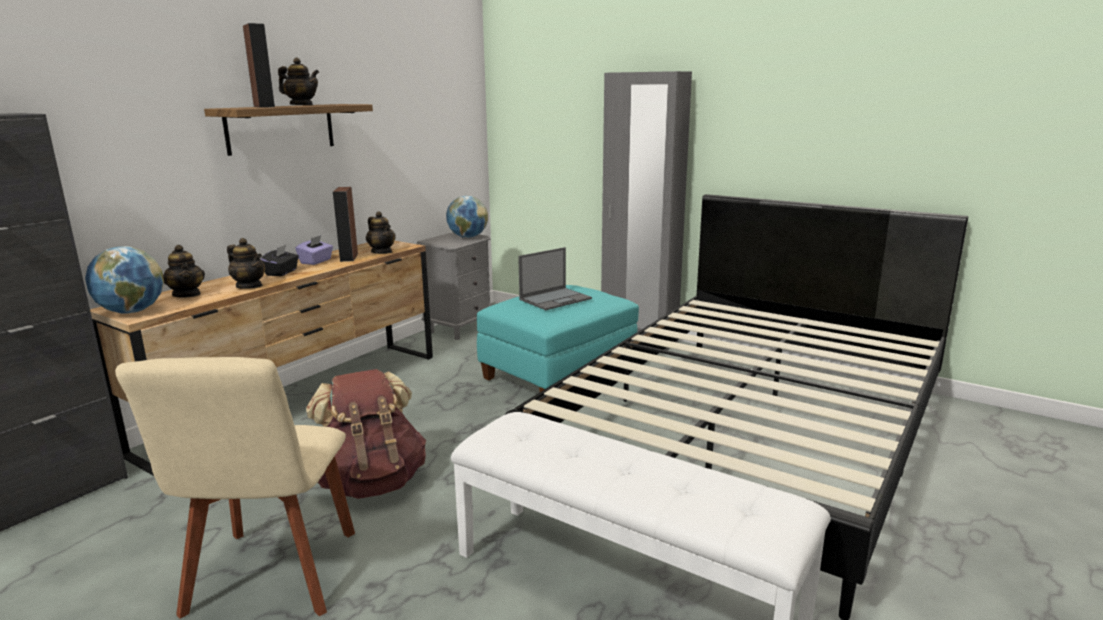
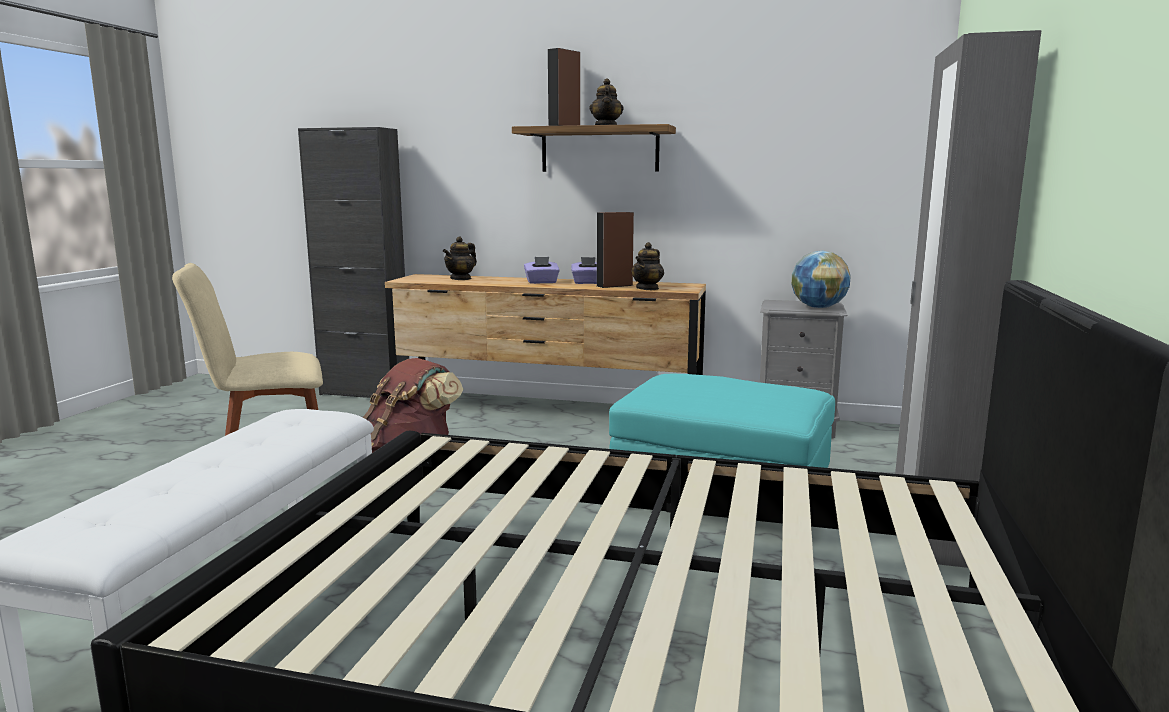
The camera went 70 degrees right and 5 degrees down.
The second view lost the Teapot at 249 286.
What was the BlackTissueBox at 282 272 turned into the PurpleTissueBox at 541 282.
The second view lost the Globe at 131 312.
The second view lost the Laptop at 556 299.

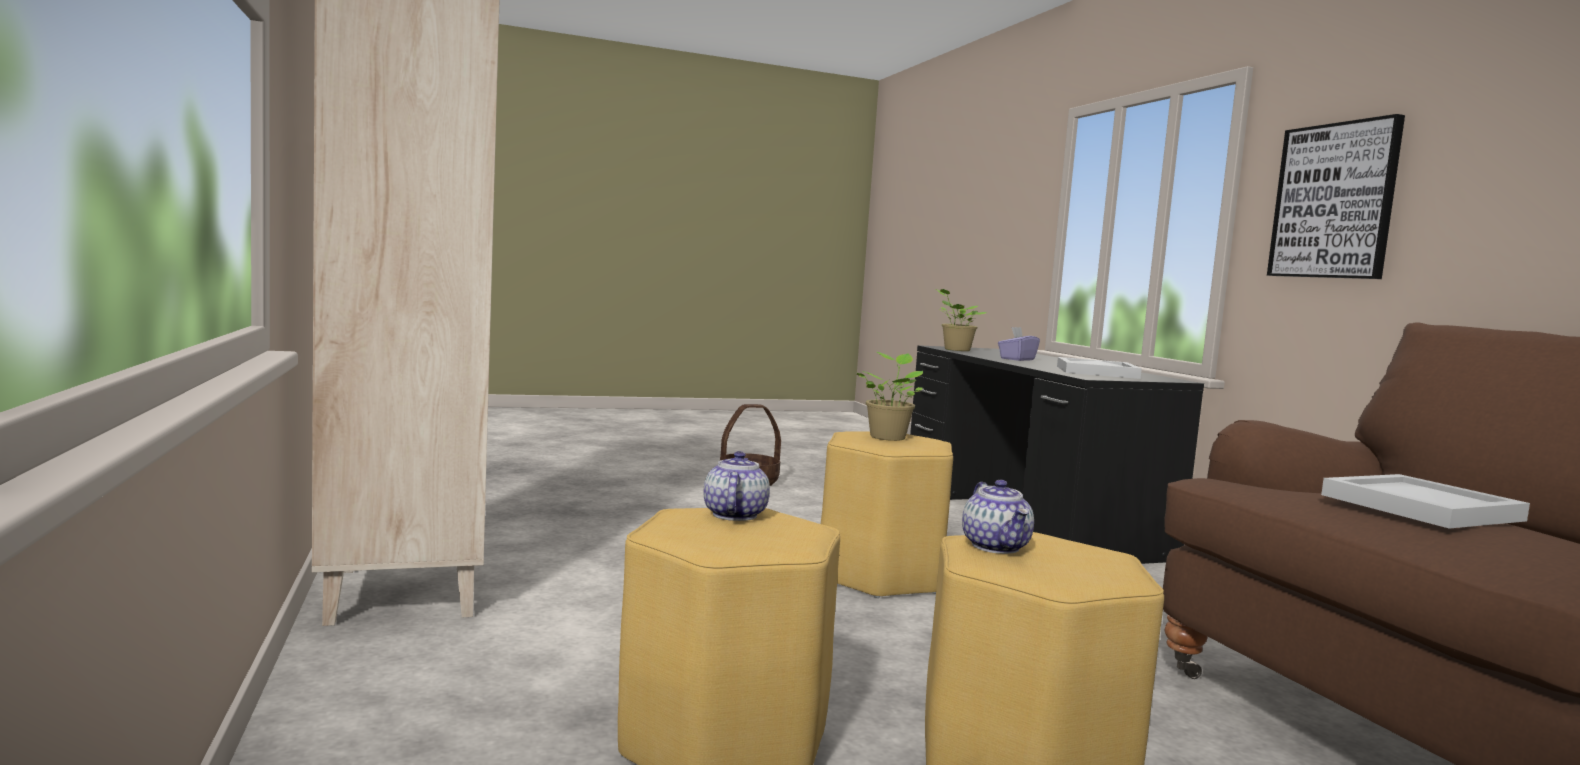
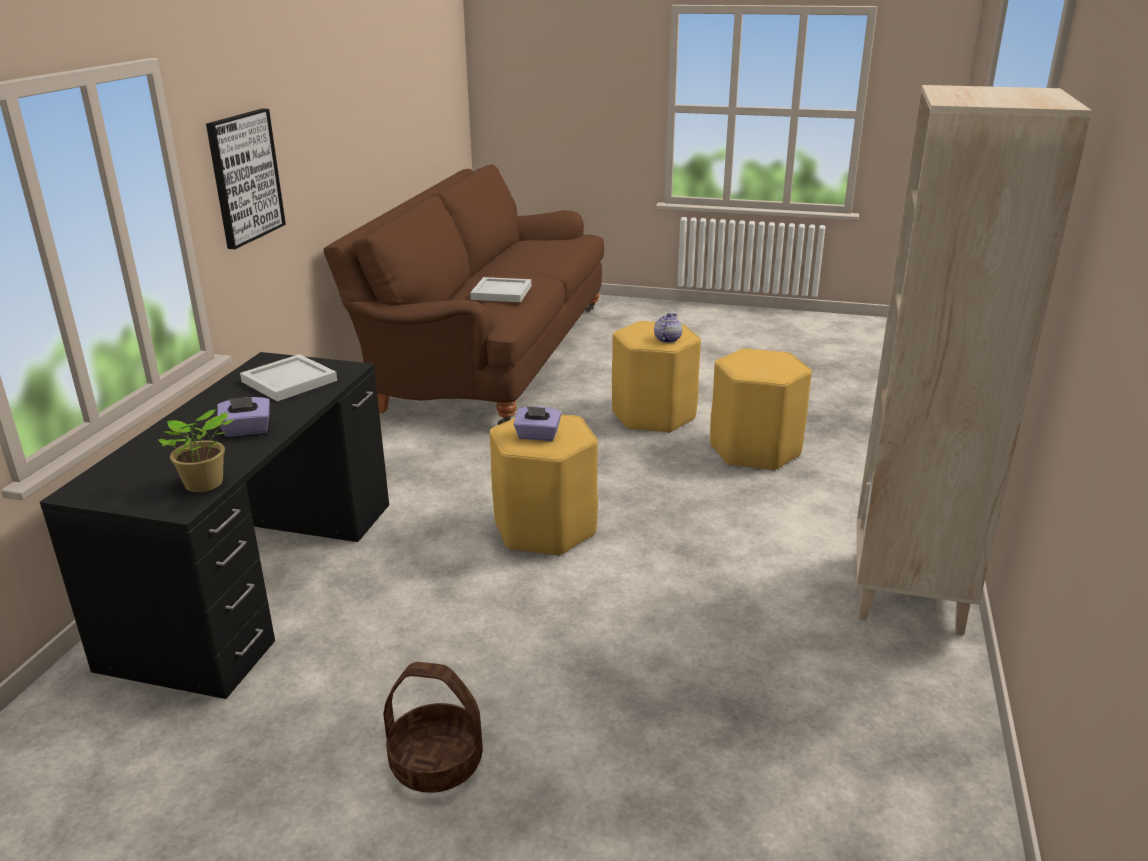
The camera went 145 degrees left and 20 degrees up.
Where the PottedPlant stood at 888 437, the PurpleTissueBox came to stand at 537 436.
The second view lost the Teapot at 734 515.

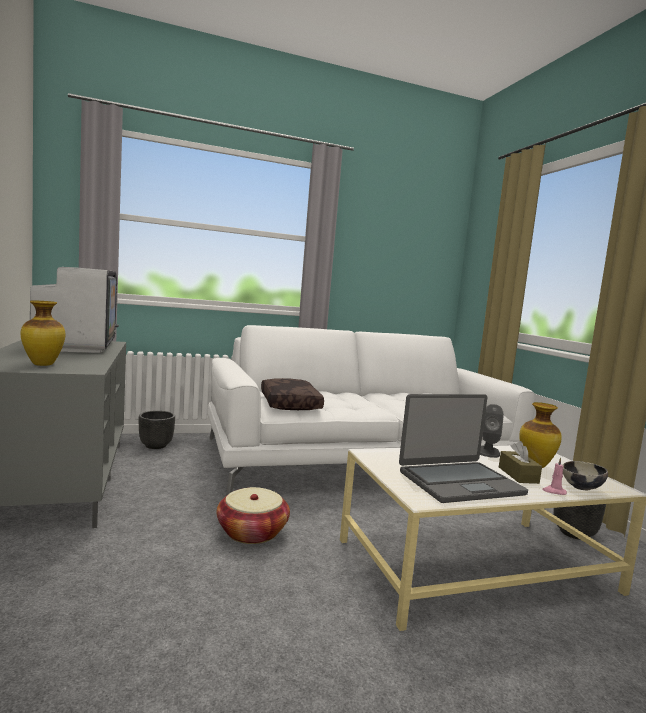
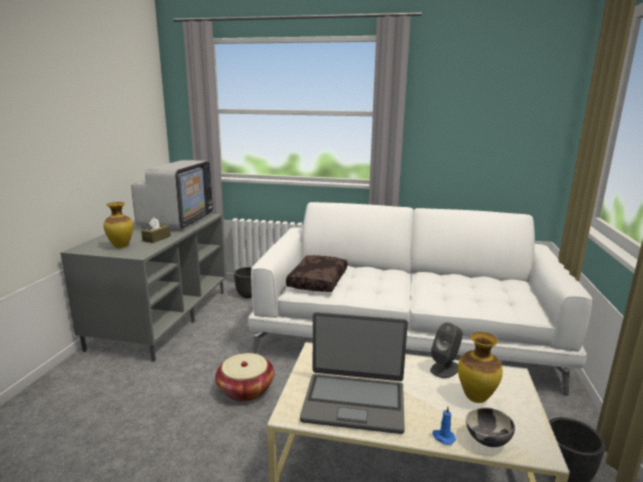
The camera went 30 degrees right and 10 degrees up.
The BrownTissueBox ended up elsewhere, having gone from 518 475 to 156 238.
What was the PinkCandle at 554 491 turned into the BlueCandle at 443 437.

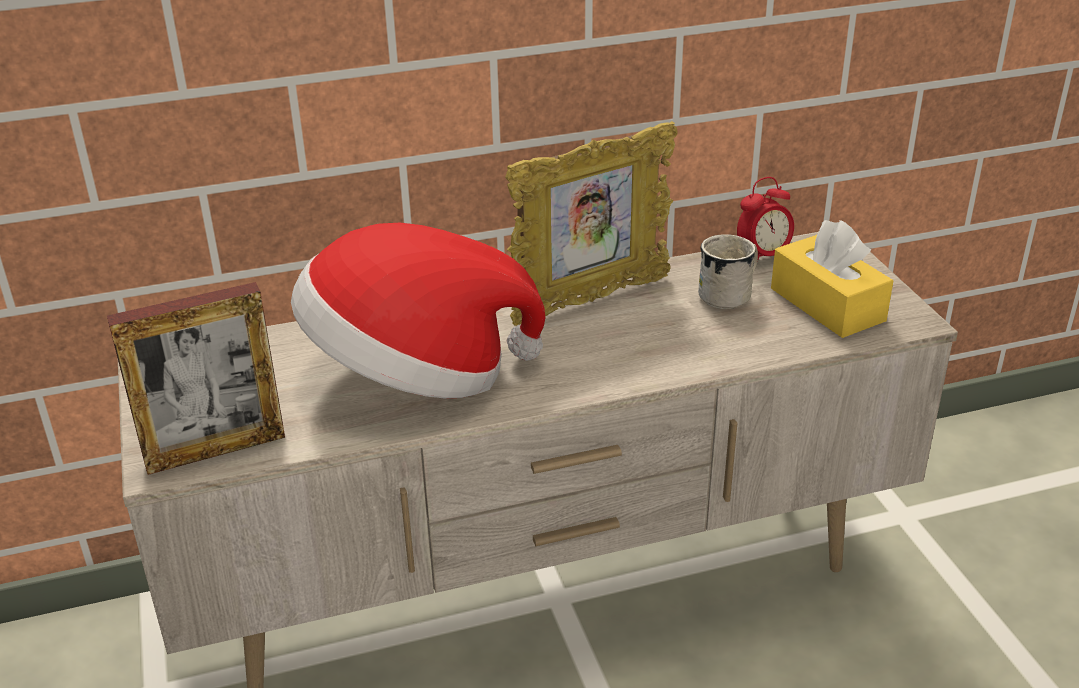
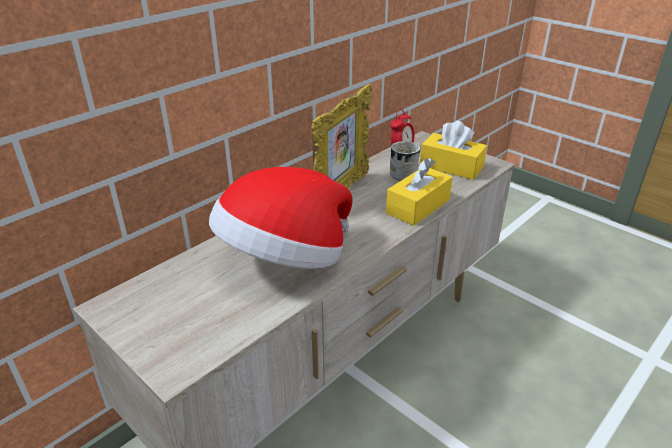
The camera went 30 degrees left and 0 degrees up.
The second view lost the PictureFrame at 215 450.
The second view gained the YellowTissueBox at 418 206.

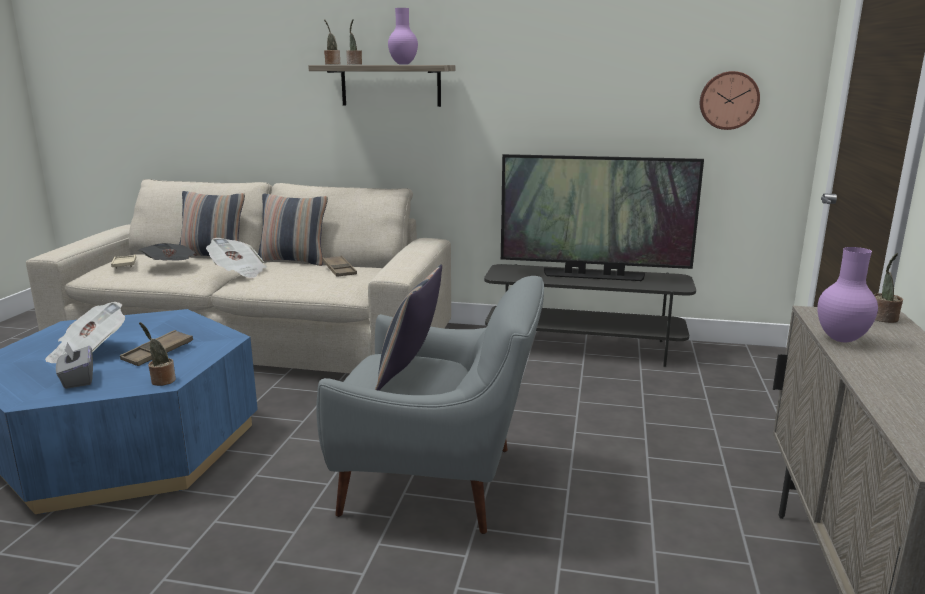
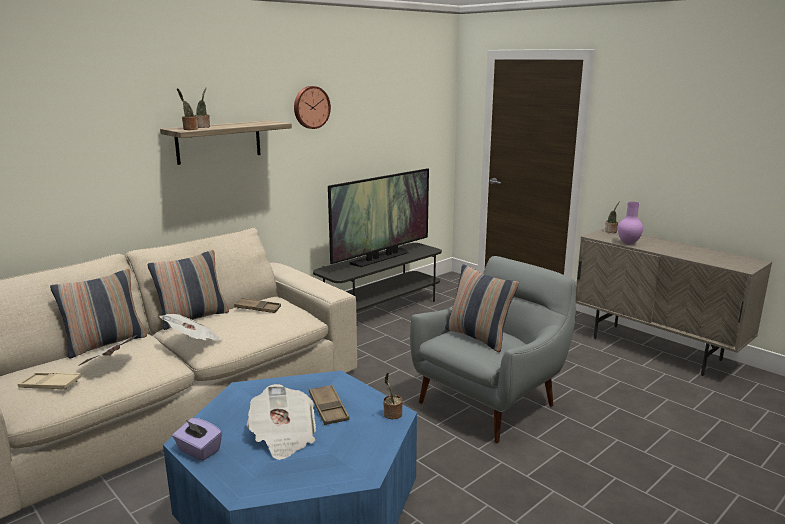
The camera went 55 degrees left and 0 degrees up.
The second view lost the PurpleVase at 403 64.
The WallClock ended up elsewhere, having gone from 728 100 to 311 107.
The second view lost the GreyTissueBox at 78 380.
The second view gained the PurpleTissueBox at 198 450.

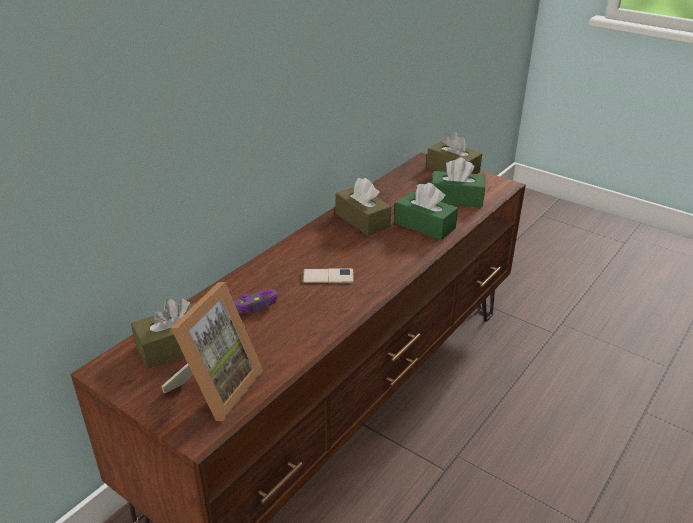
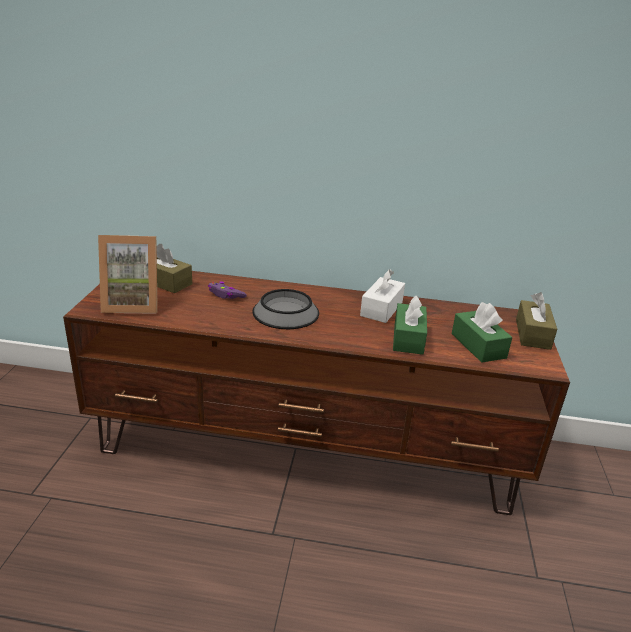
The camera went 60 degrees right and 5 degrees down.
What was the BrownTissueBox at 362 220 turned into the WhiteTissueBox at 381 309.
Where the Phone stood at 328 276, the Bowl came to stand at 285 312.

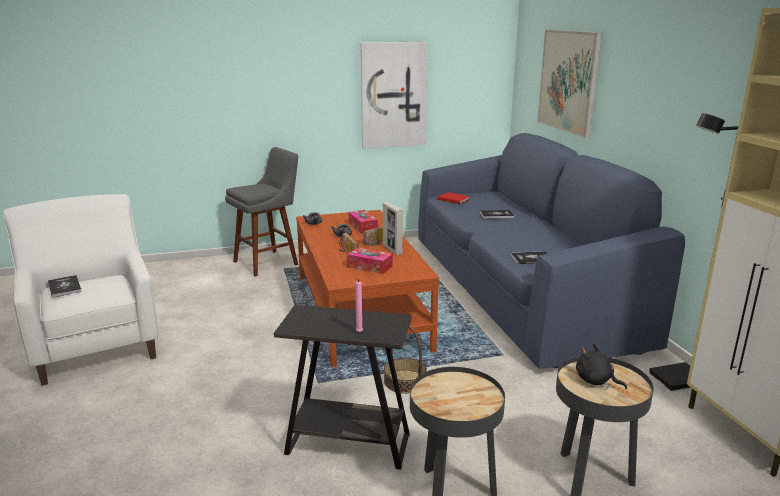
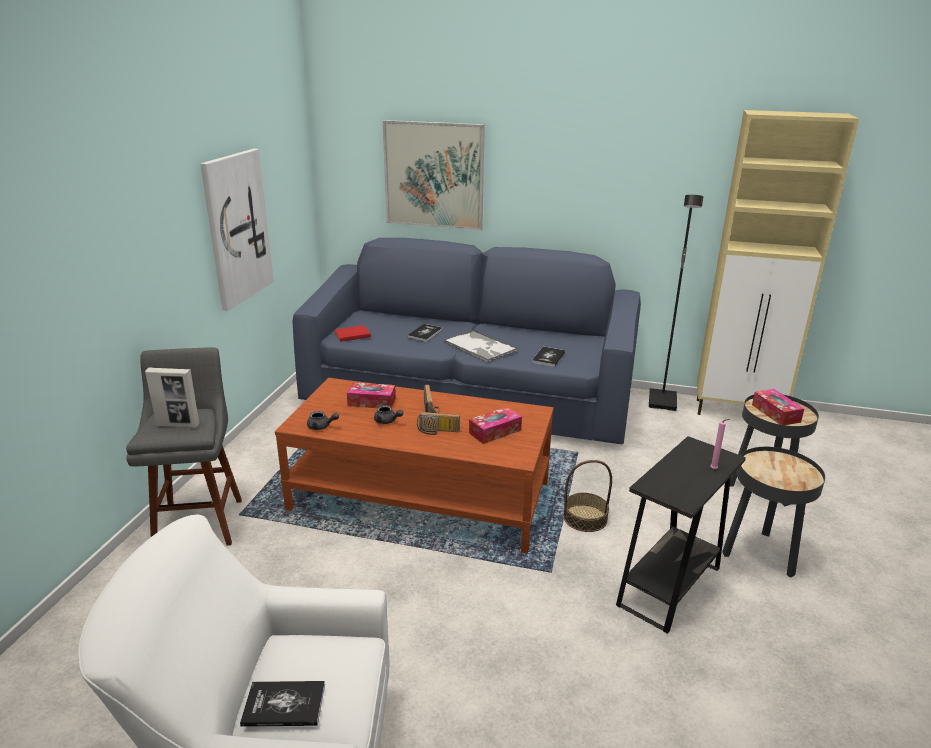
The camera went 60 degrees left and 5 degrees up.
The PictureFrame ended up elsewhere, having gone from 392 250 to 178 425.
Where the BlackPlushToy stood at 596 381, the TissueBox came to stand at 775 413.
The second view gained the Tray at 481 347.

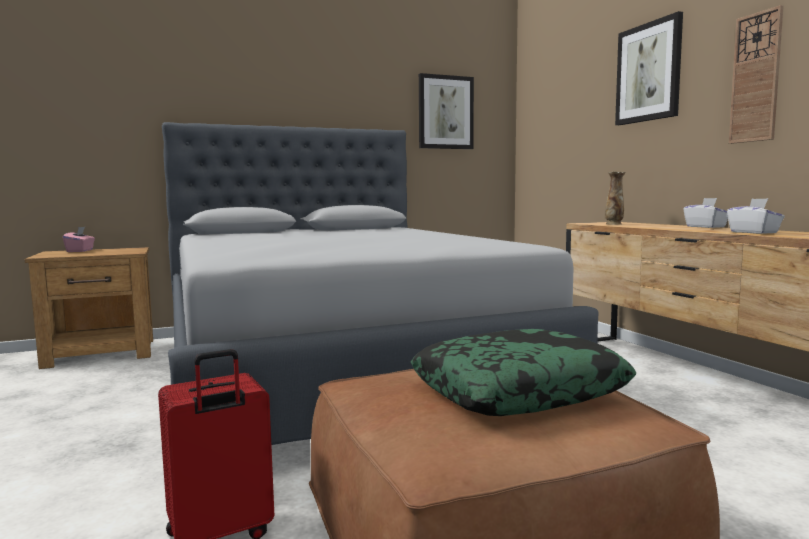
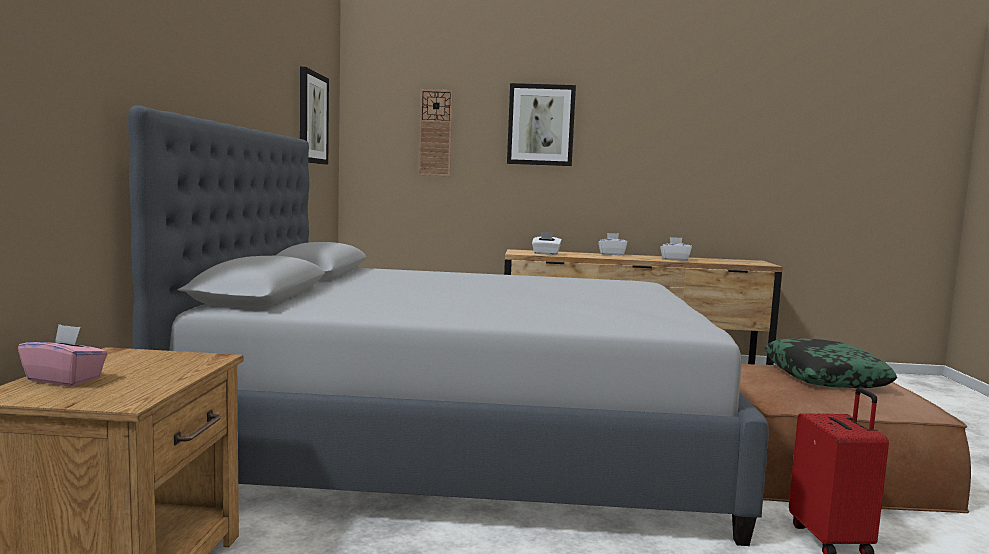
The camera went 65 degrees left and 0 degrees up.
The WallClock ended up elsewhere, having gone from 756 78 to 435 133.
Where the Vase stood at 614 224, the WhiteTissueBox came to stand at 546 253.

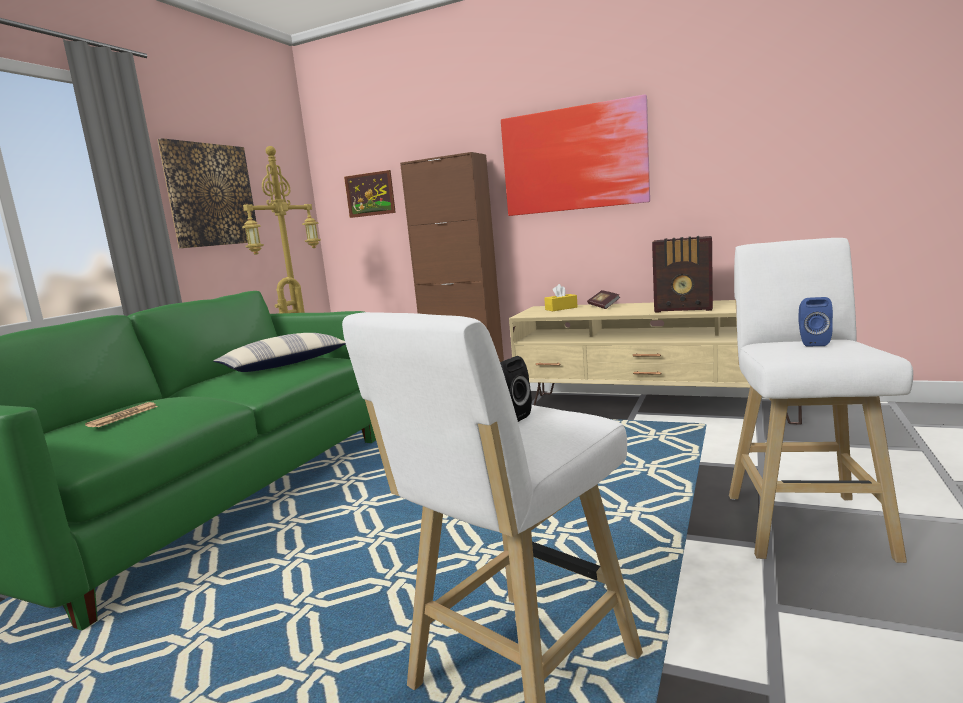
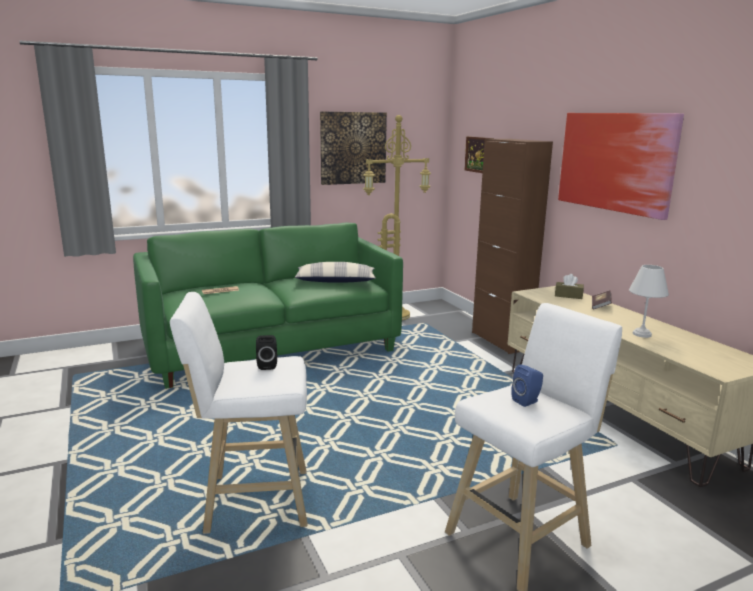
The camera went 40 degrees right and 5 degrees up.
Where the Radio stood at 684 308, the WhiteTableLamp came to stand at 642 334.
What was the YellowTissueBox at 561 308 turned into the BrownTissueBox at 568 296.

